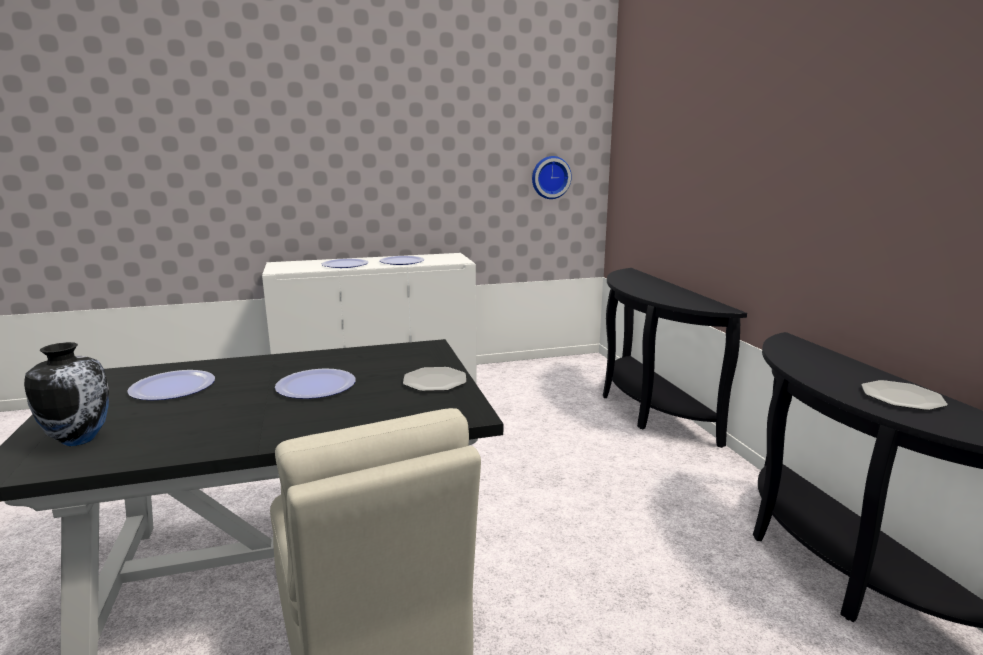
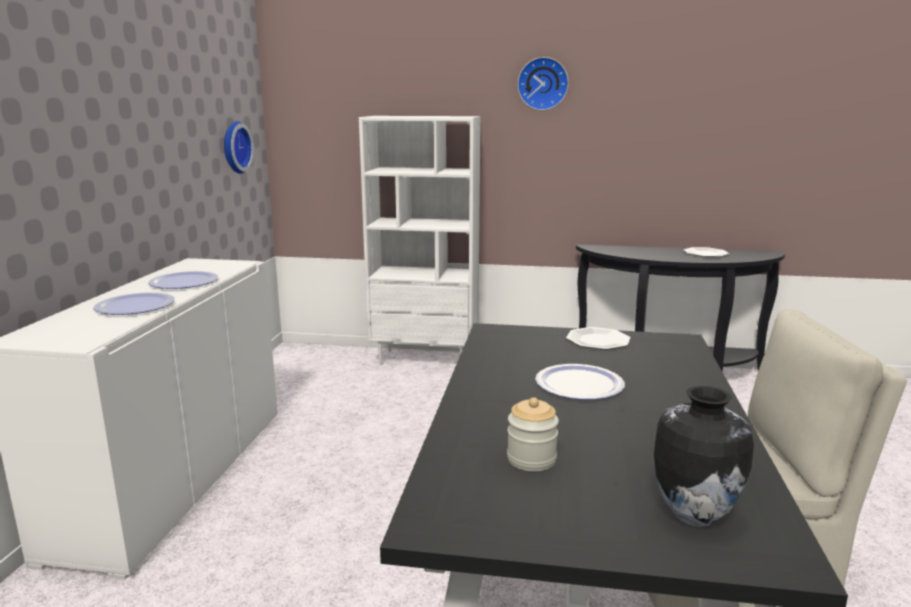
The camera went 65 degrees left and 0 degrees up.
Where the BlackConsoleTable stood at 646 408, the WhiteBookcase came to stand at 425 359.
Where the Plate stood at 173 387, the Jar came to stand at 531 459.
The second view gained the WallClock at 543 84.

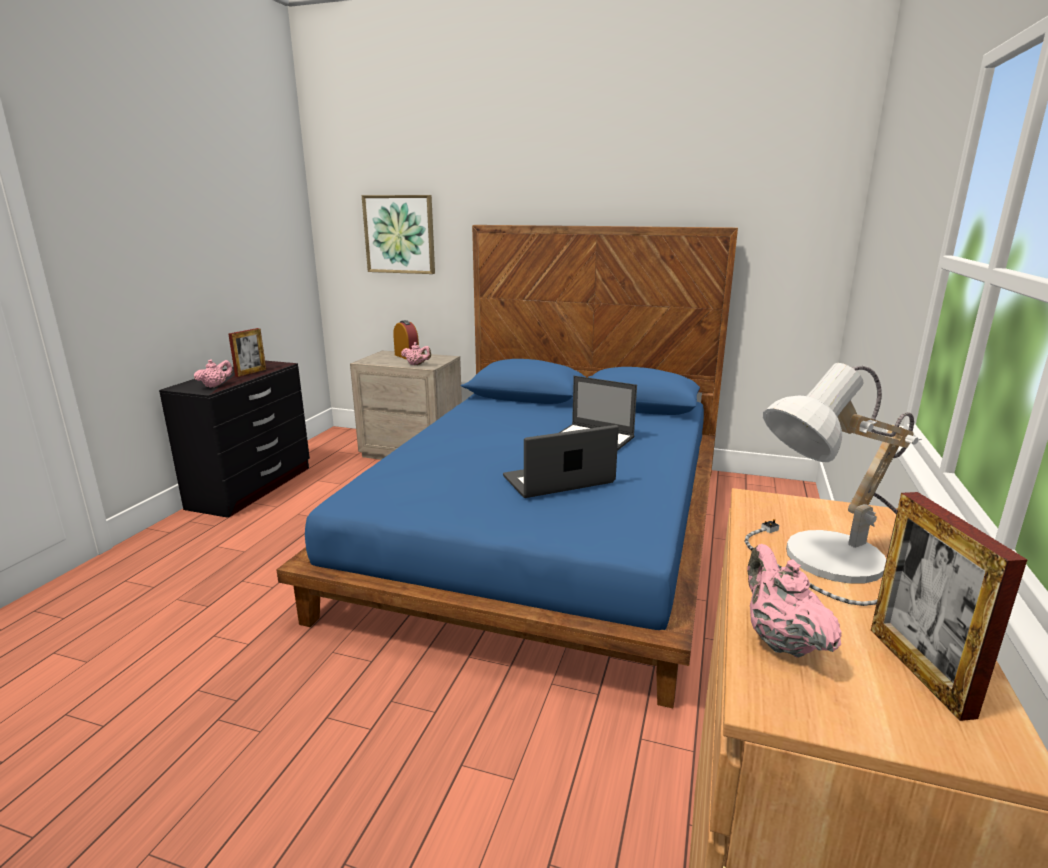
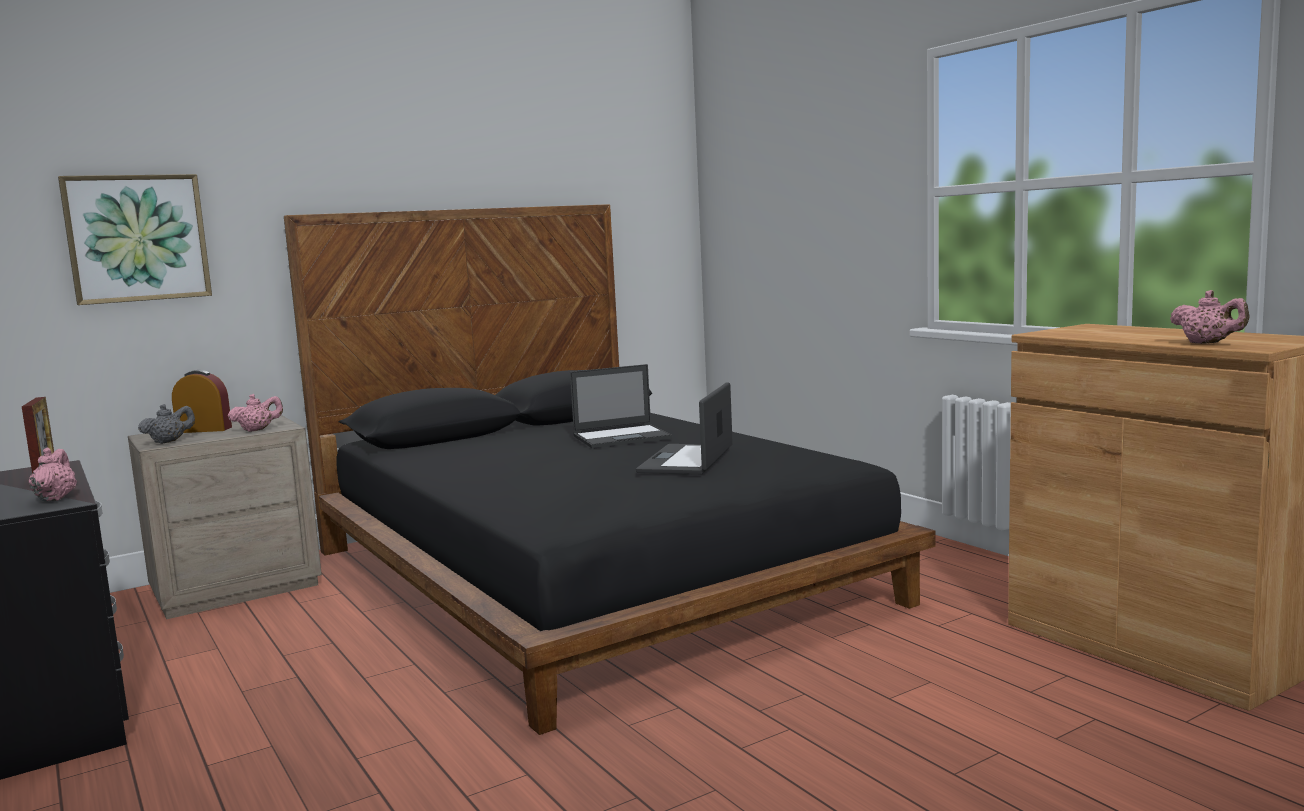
The camera went 50 degrees left and 10 degrees down.
What was the BlueBed at 547 533 turned into the BlackBed at 592 575.
The second view lost the TableLamp at 838 564.
The second view lost the PictureFrame at 919 670.
The PinkTeapot at 780 640 ended up facing another way, 150 degrees counterclockwise from before.
The second view gained the GreyTeapot at 169 442.

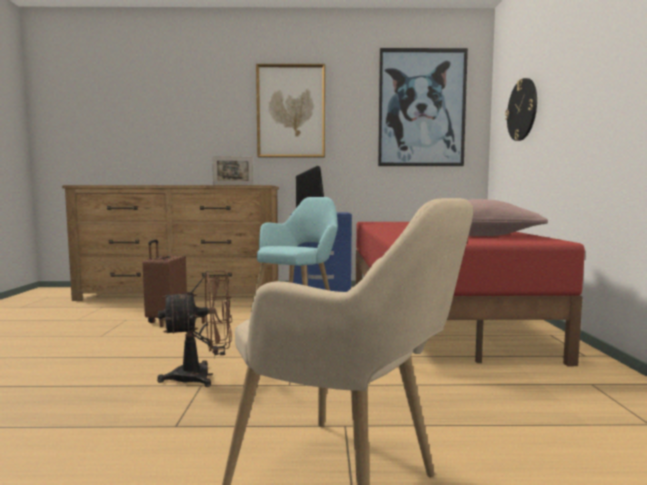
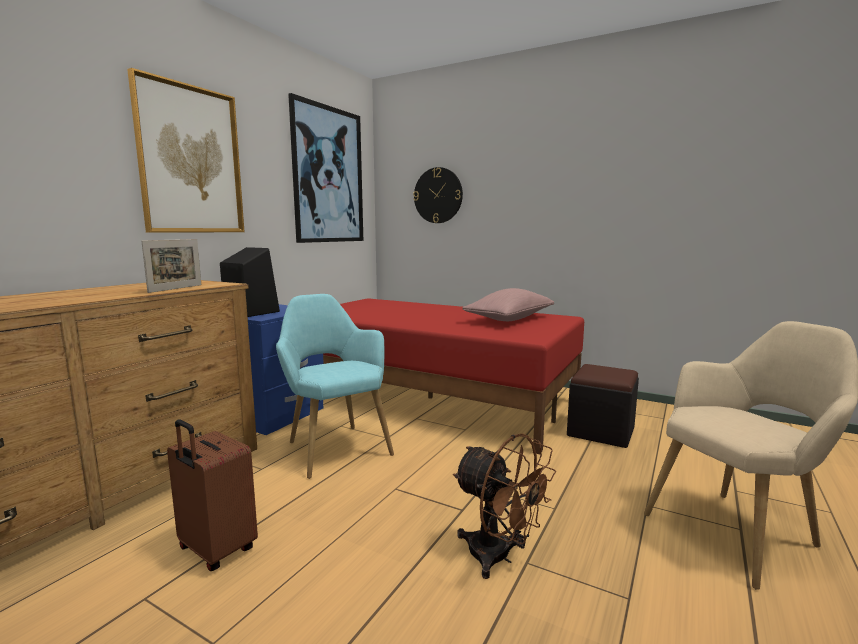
The camera went 60 degrees left and 5 degrees up.
The BrownFan at 202 376 ended up facing another way, 120 degrees clockwise from before.
The second view gained the BlackOttoman at 601 431.

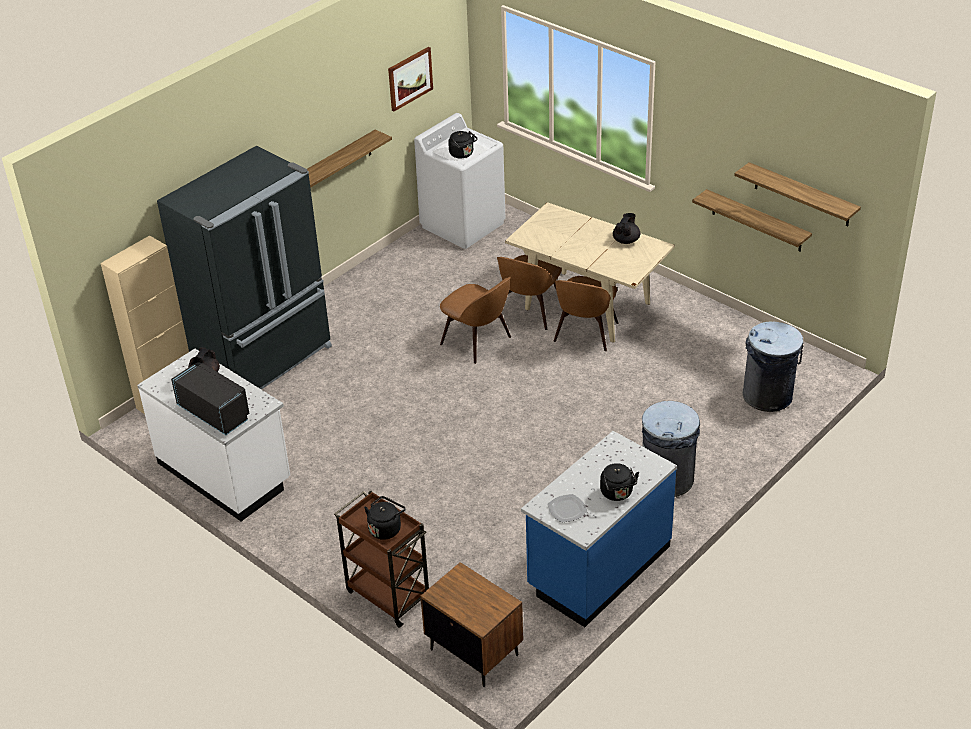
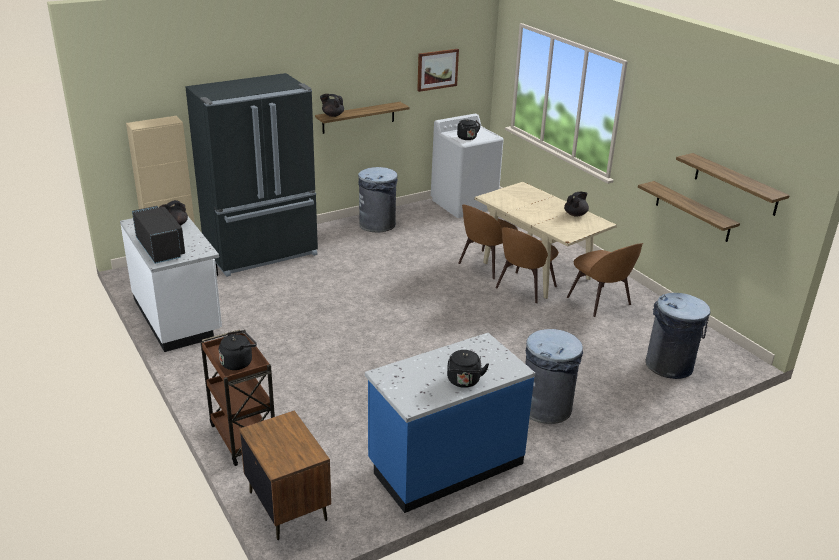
The camera went 15 degrees right and 10 degrees down.
The BrownChair ended up elsewhere, having gone from 478 342 to 600 302.
The second view lost the Plate at 567 509.
The second view gained the BlackTeapot at 332 115.
The second view gained the GreyTrashCan at 377 225.

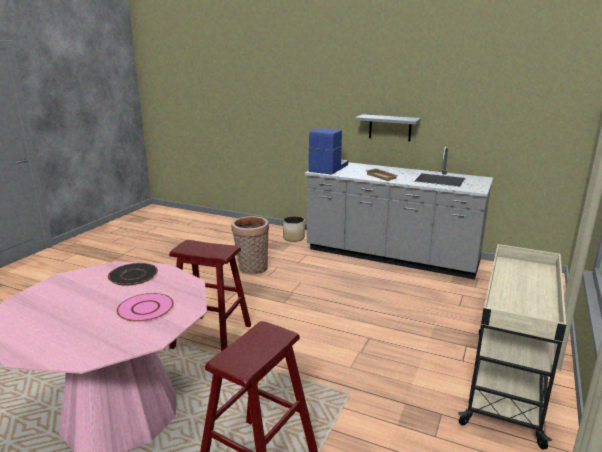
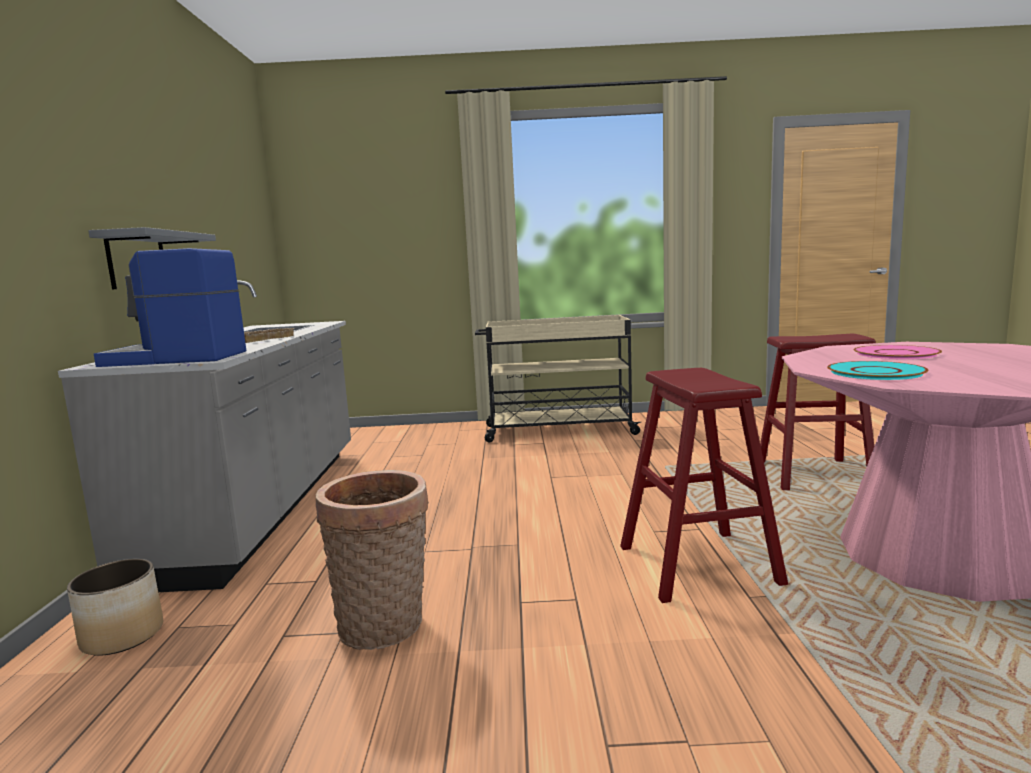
The camera went 115 degrees left and 10 degrees down.
What was the BlackPlate at 133 275 turned into the TurquoisePlate at 875 372.

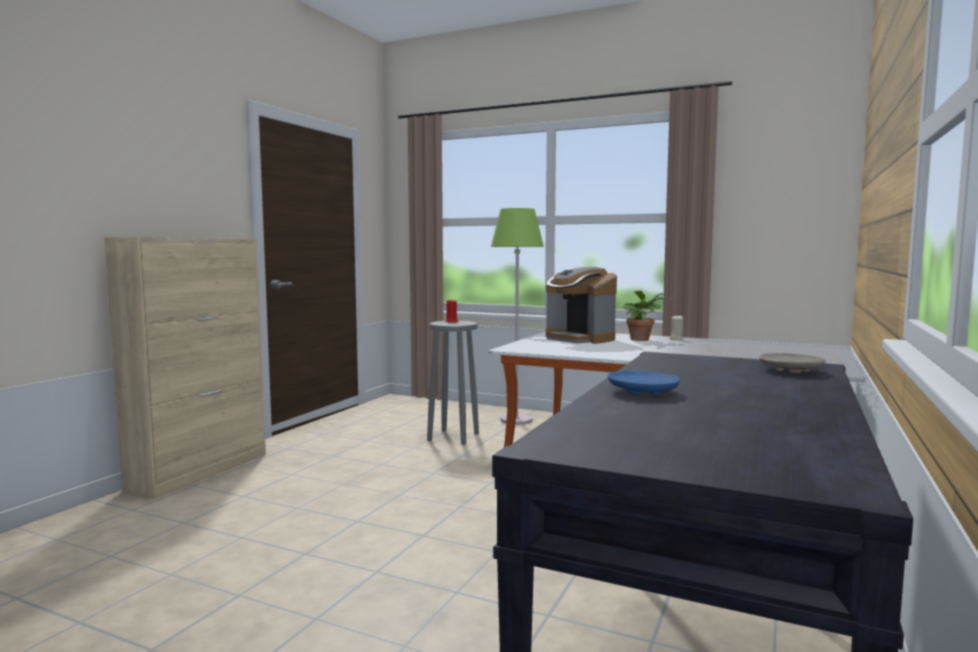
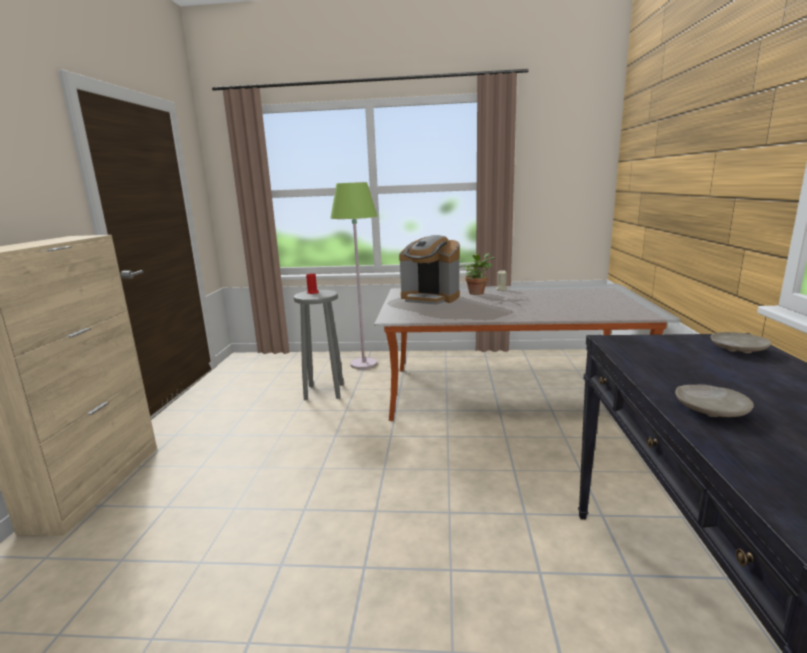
The camera went 20 degrees left and 10 degrees up.
What was the BluePlate at 643 392 turned into the BeigePlate at 711 410.

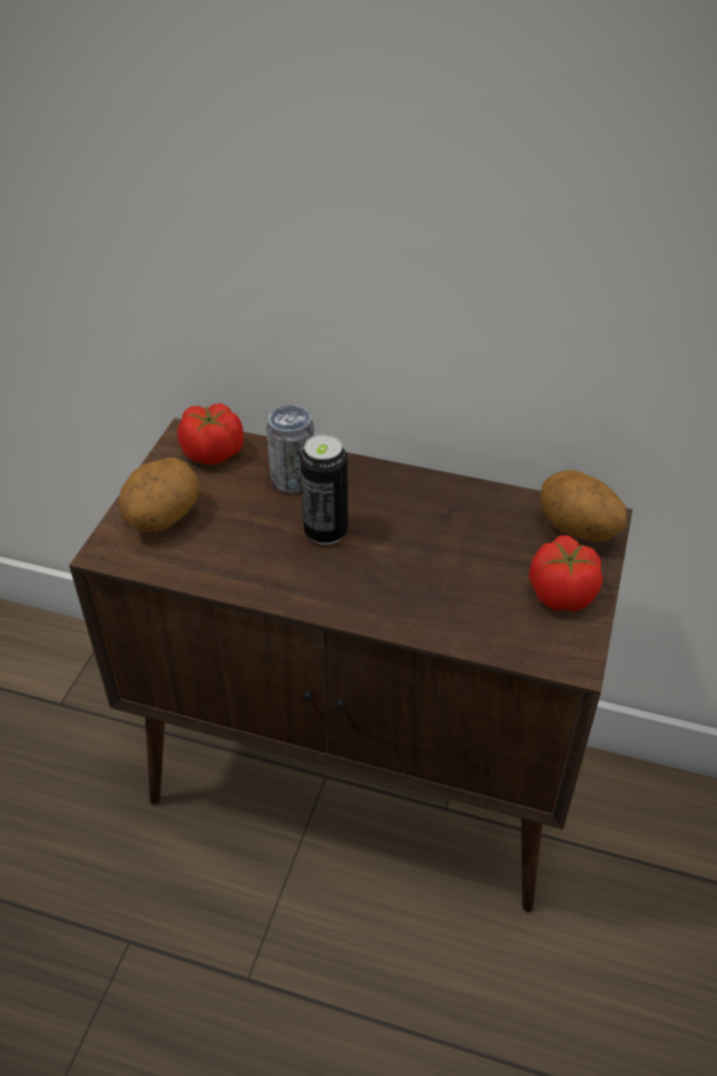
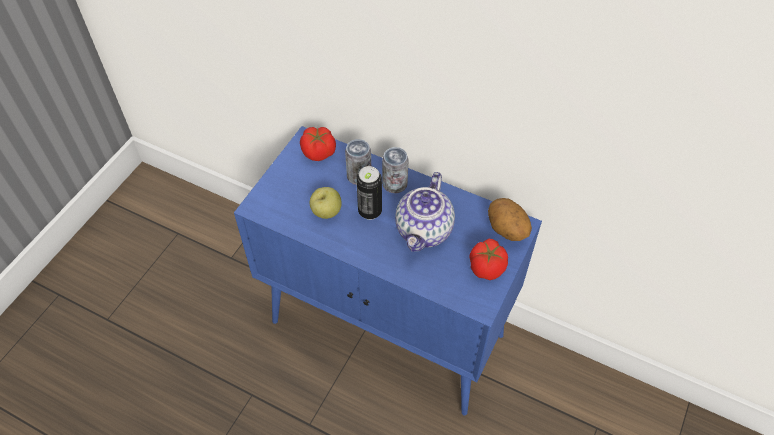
The camera went 10 degrees right and 10 degrees up.
What was the BrownCabinet at 363 783 turned into the BlueCabinet at 389 329.
The second view lost the Potato at 163 518.
The second view gained the Can at 395 184.
The second view gained the Teapot at 424 231.
The second view gained the Apple at 326 212.

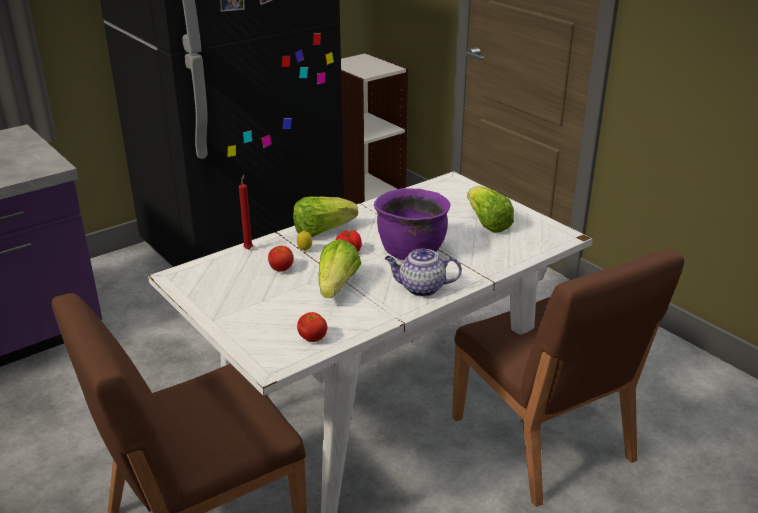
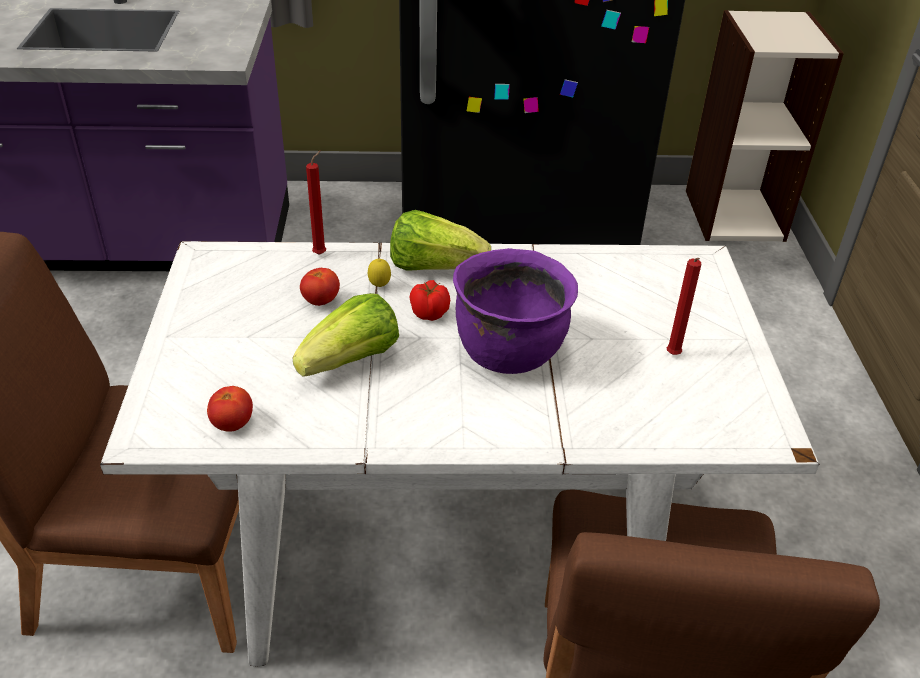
The camera went 35 degrees right and 10 degrees up.
Where the Lettuce stood at 487 223, the RedCandle came to stand at 672 356.
The second view lost the Teapot at 421 288.

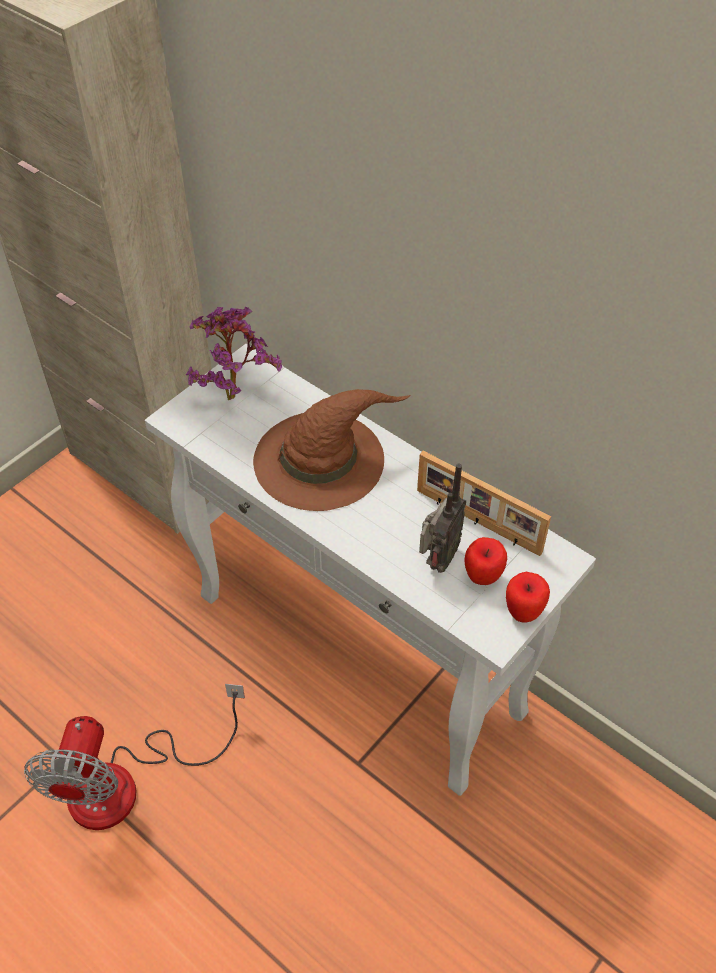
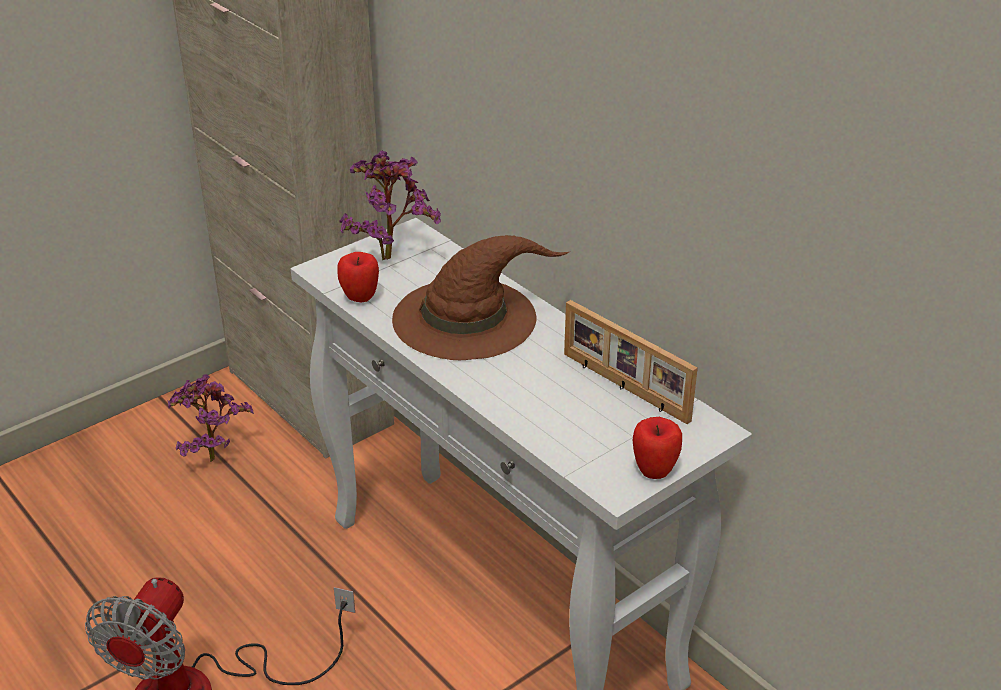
The camera went 10 degrees right and 15 degrees down.
The second view lost the Radio at 437 561.
The Apple ended up elsewhere, having gone from 482 578 to 360 299.
The second view gained the PottedPlant at 211 455.

